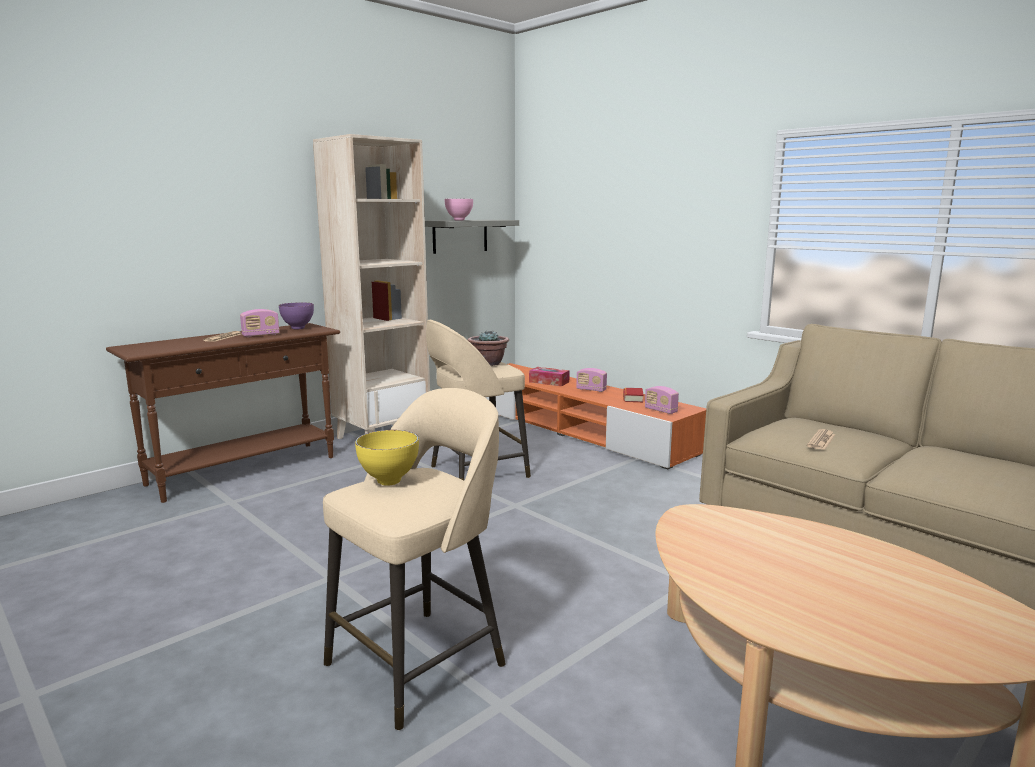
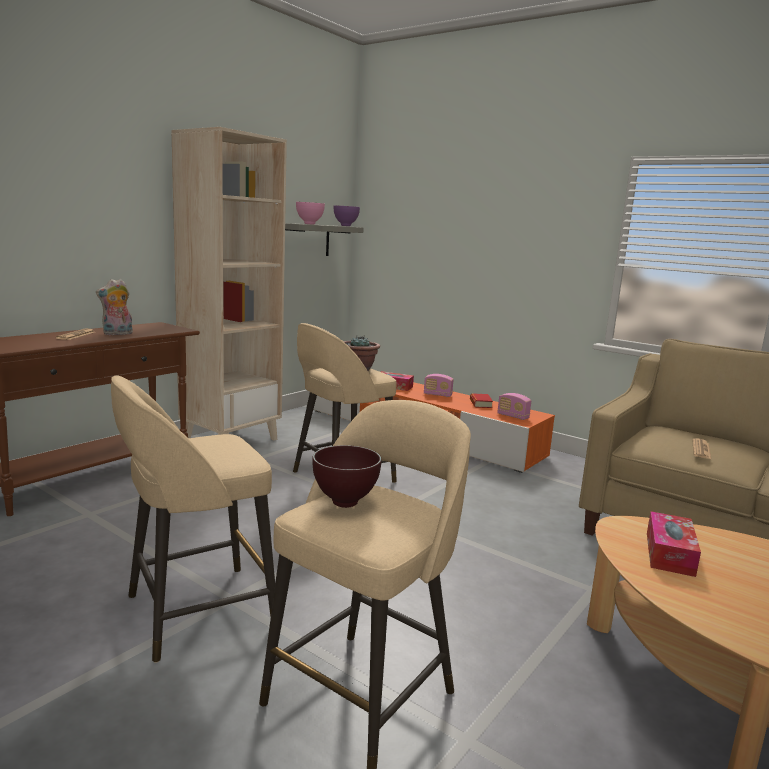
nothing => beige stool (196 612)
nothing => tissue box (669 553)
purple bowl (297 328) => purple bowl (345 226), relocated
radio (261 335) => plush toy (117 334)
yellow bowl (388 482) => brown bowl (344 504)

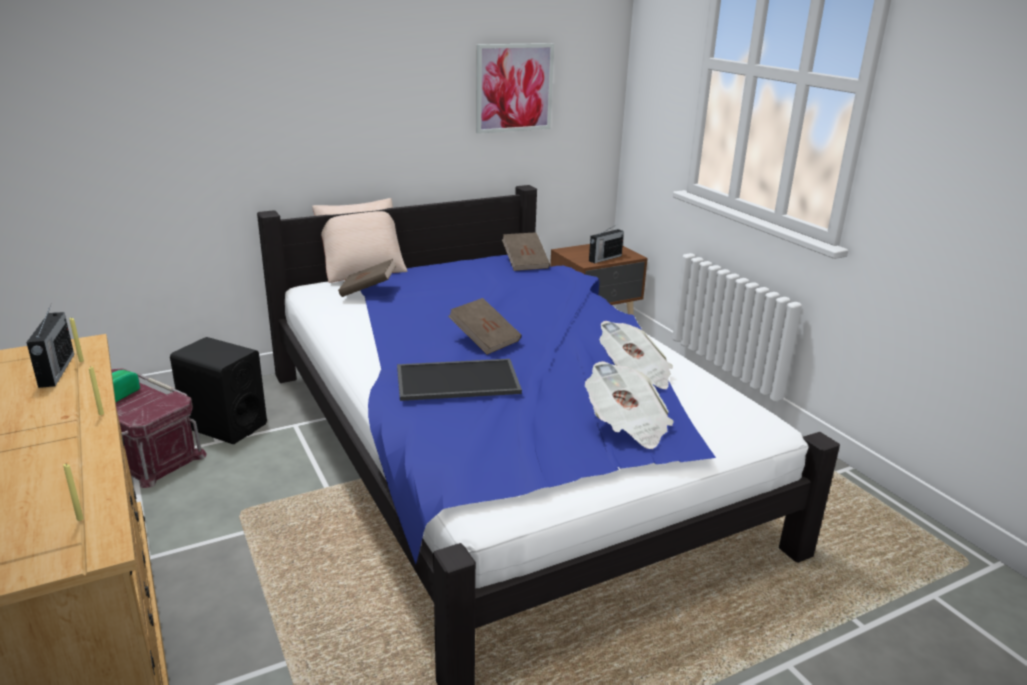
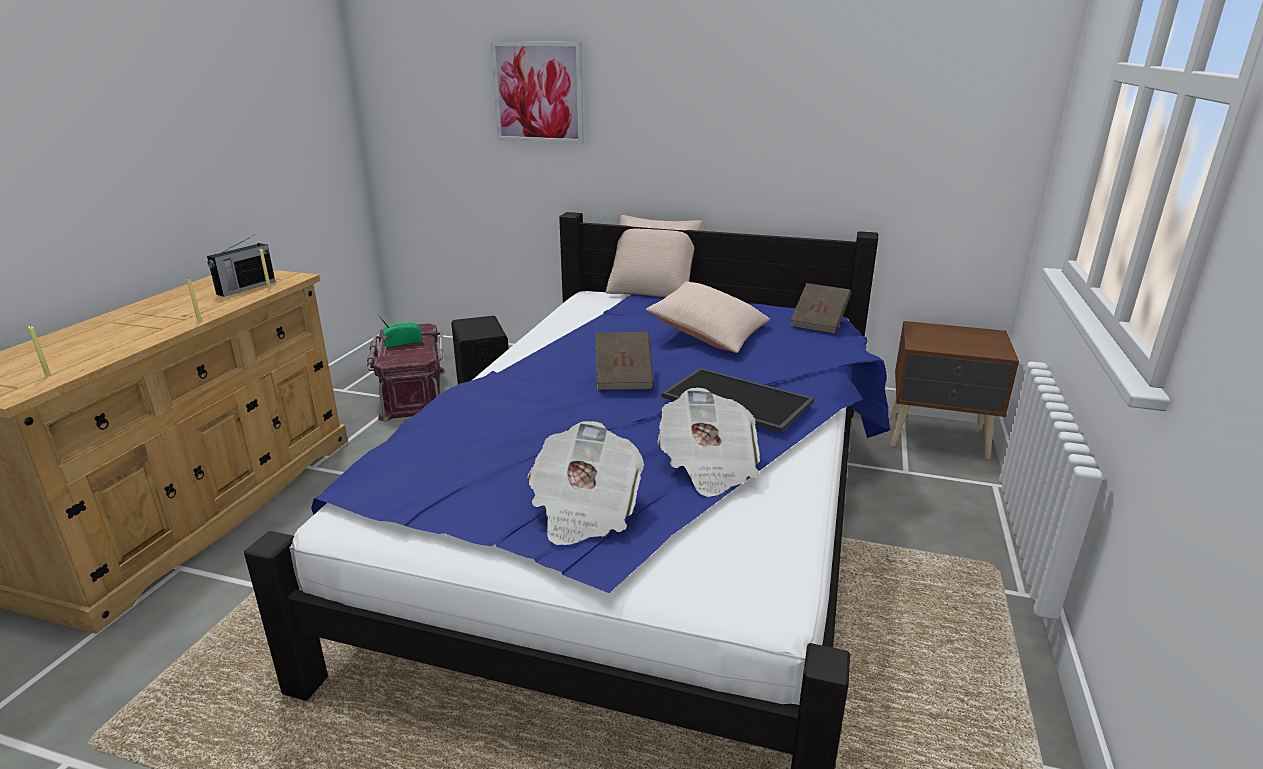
brown book (368 291) => nothing
radio (604 258) => nothing
nothing => beige pillow (709 334)
tray (456 381) => tray (734 400), relocated
picture (514 88) => picture (538 92), relocated

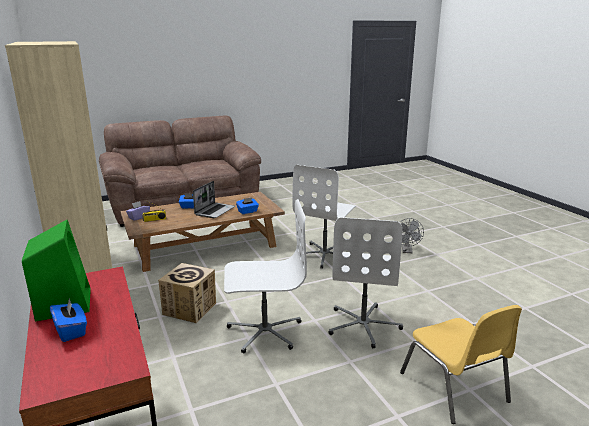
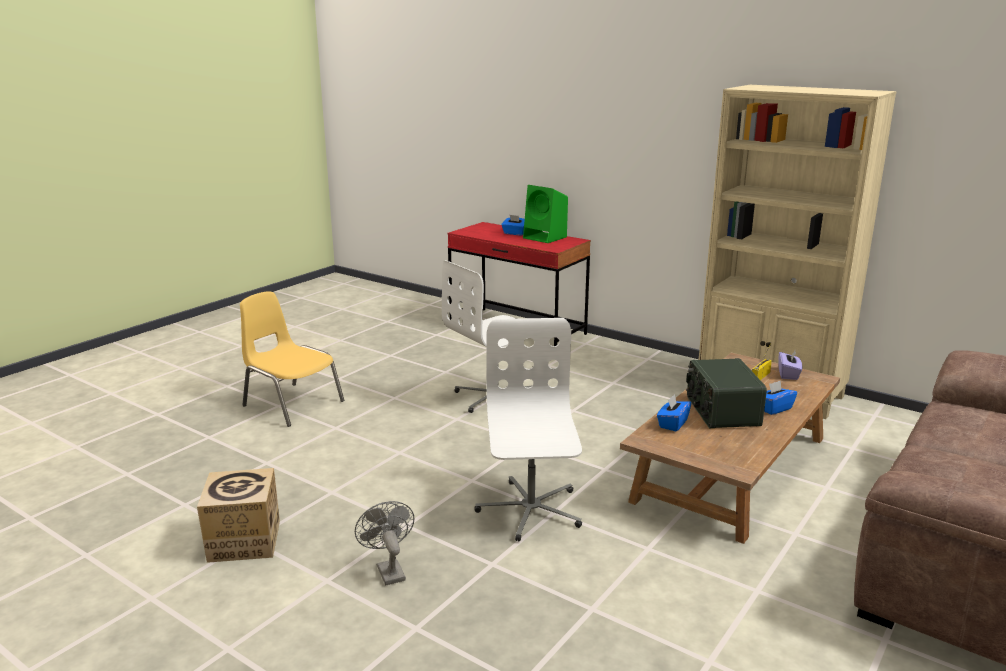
white office chair (363 325) => nothing
cardboard box (190 308) => cardboard box (244 541), relocated
laptop (215 211) => radio (721 411)

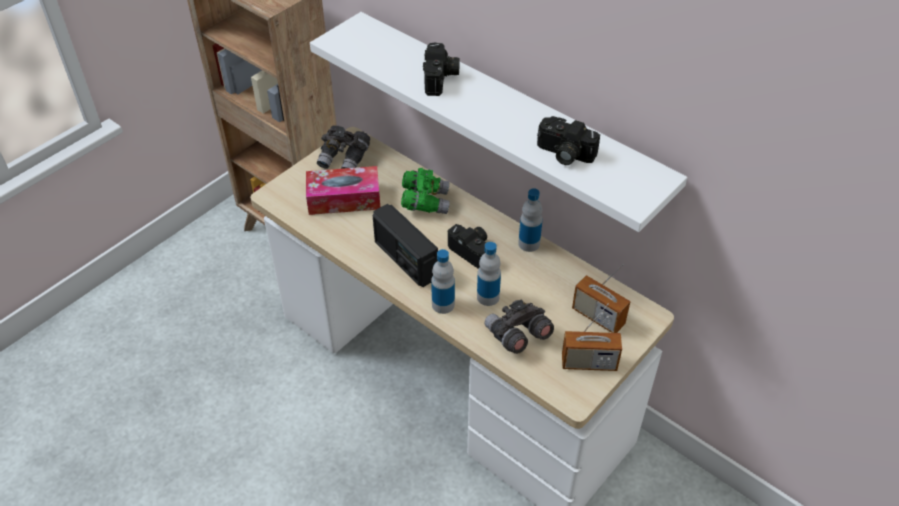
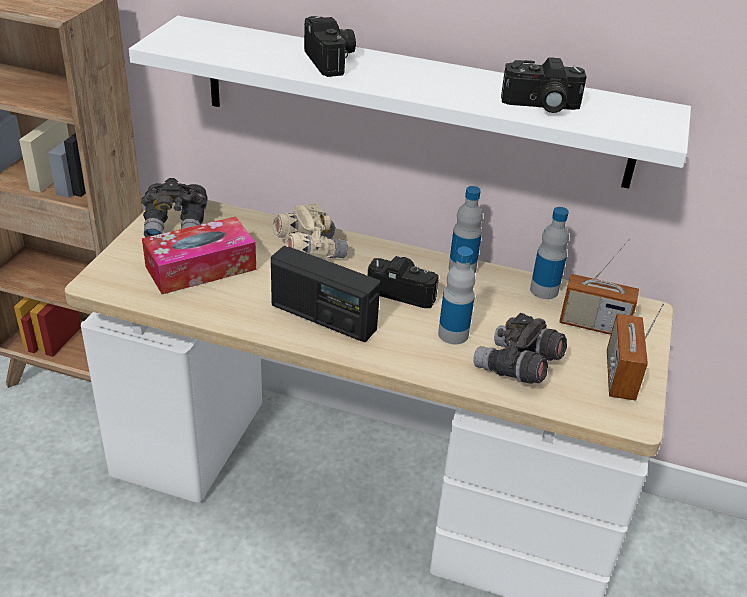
bottle (443 304) => bottle (544 290), relocated
green binoculars (425 202) => beige binoculars (308 251)
radio (589 363) => radio (620 376), 120 degrees clockwise

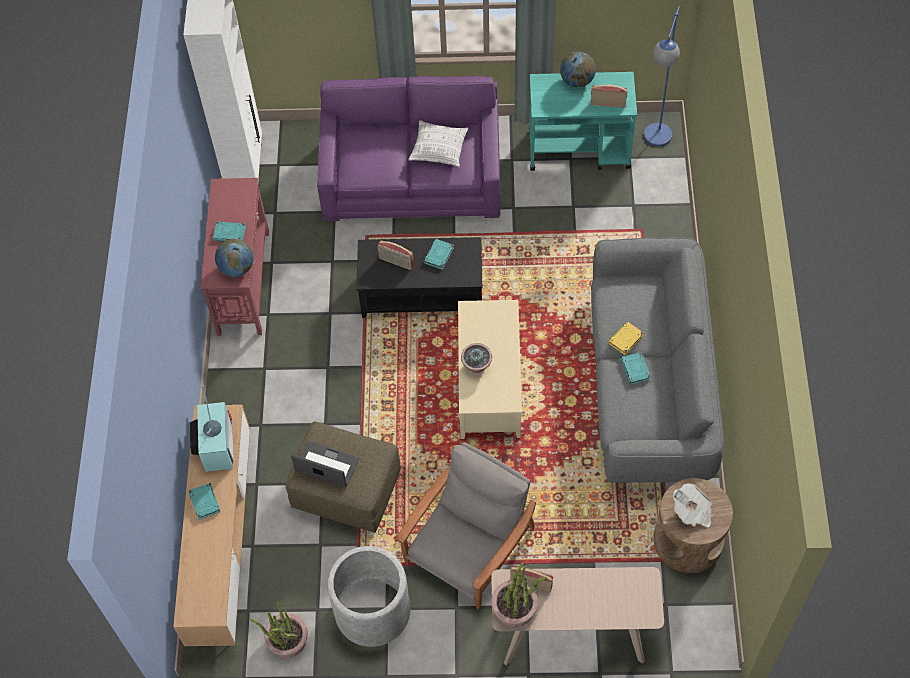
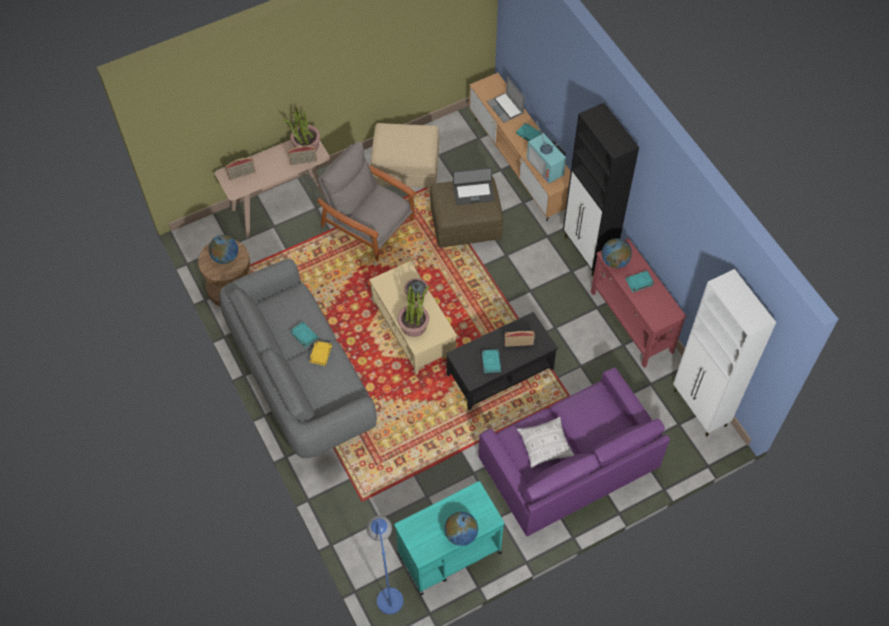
nothing => laptop (506 108)
nothing => black cabinet (588 253)
potted plant (287 641) => potted plant (414 325), relocated
radio (608 103) => radio (242 174), relocated
grey planter (372 611) => beige ottoman (406 167)
newspaper (692 511) => globe (225 257)
grey armchair (469 548) => grey armchair (368 224), 120 degrees clockwise

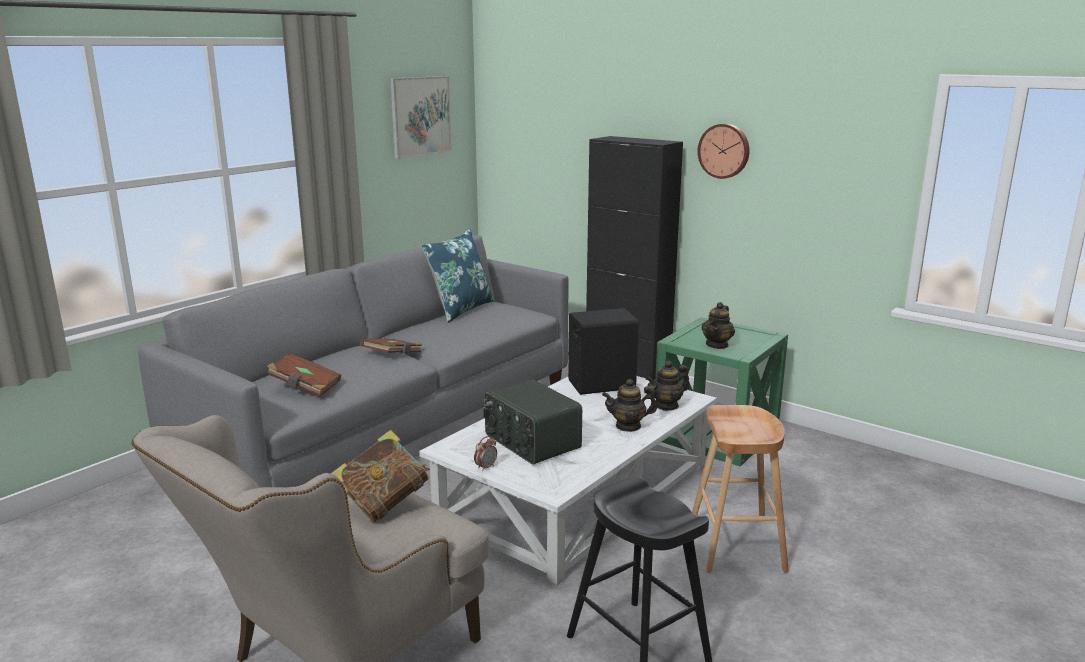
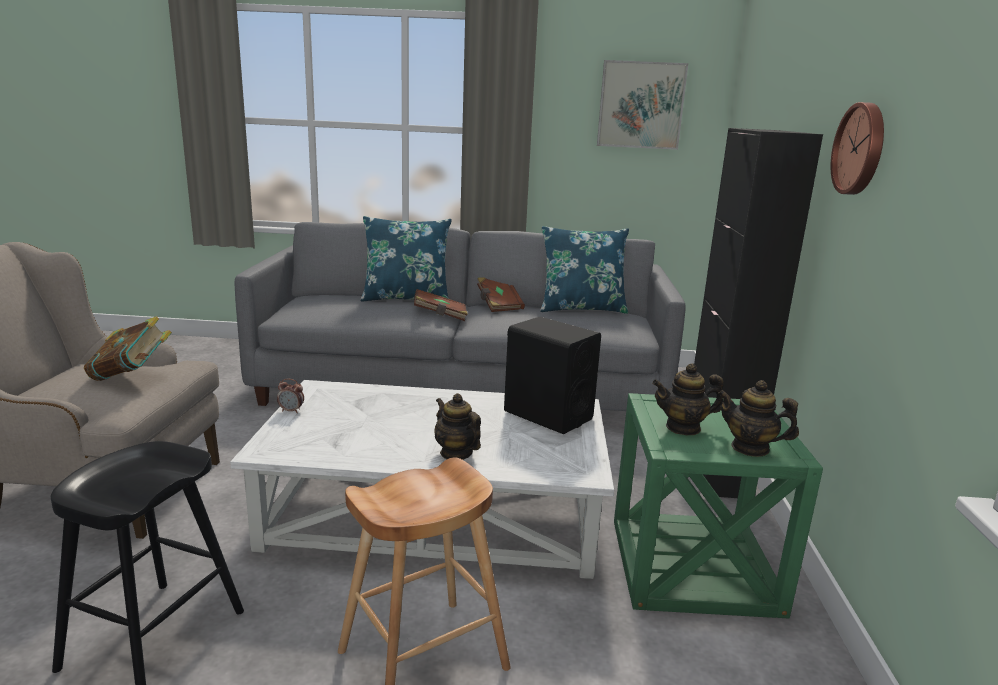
radio (531 442) => nothing
nothing => blue pillow (406 298)
brown book (305 387) => brown book (498 304), relocated
teapot (666 405) => teapot (750 448), relocated

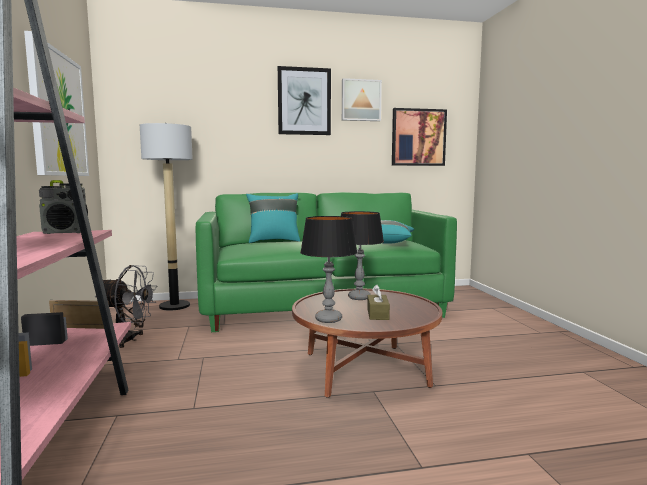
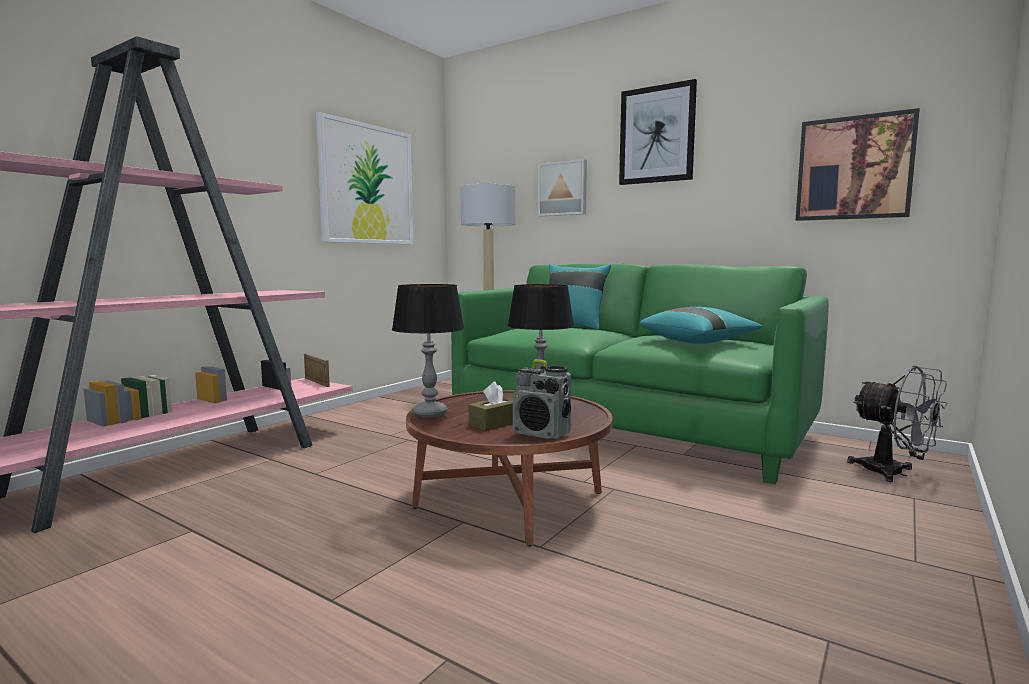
radio (66 233) => radio (542 433), relocated
grey fan (129 340) => grey fan (894 473), relocated
picture (360 100) => picture (563 189), relocated

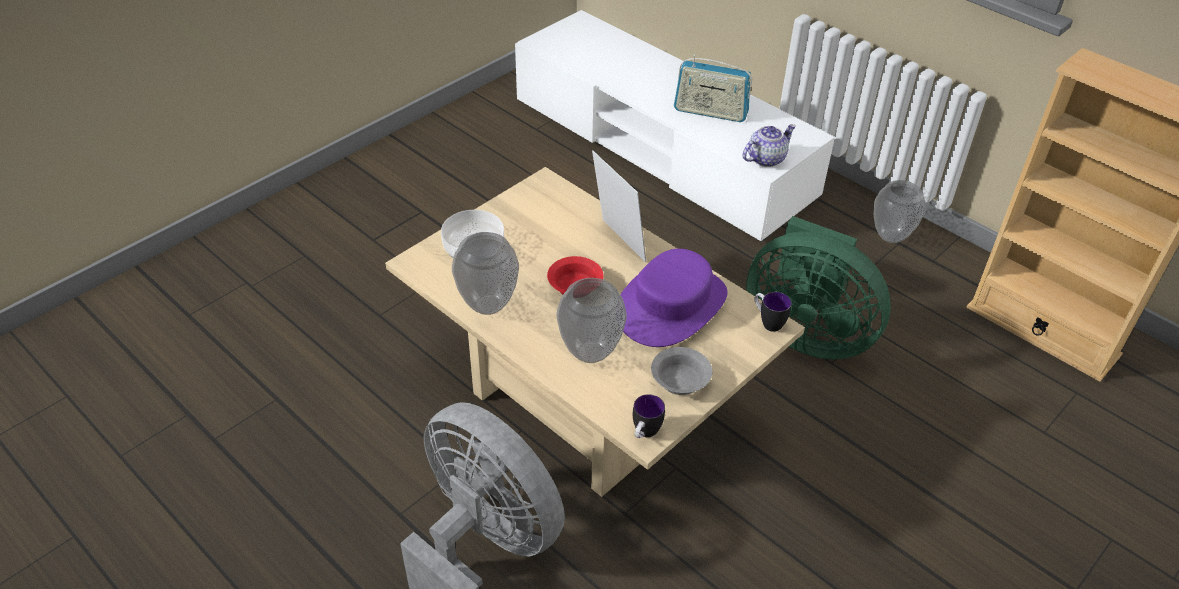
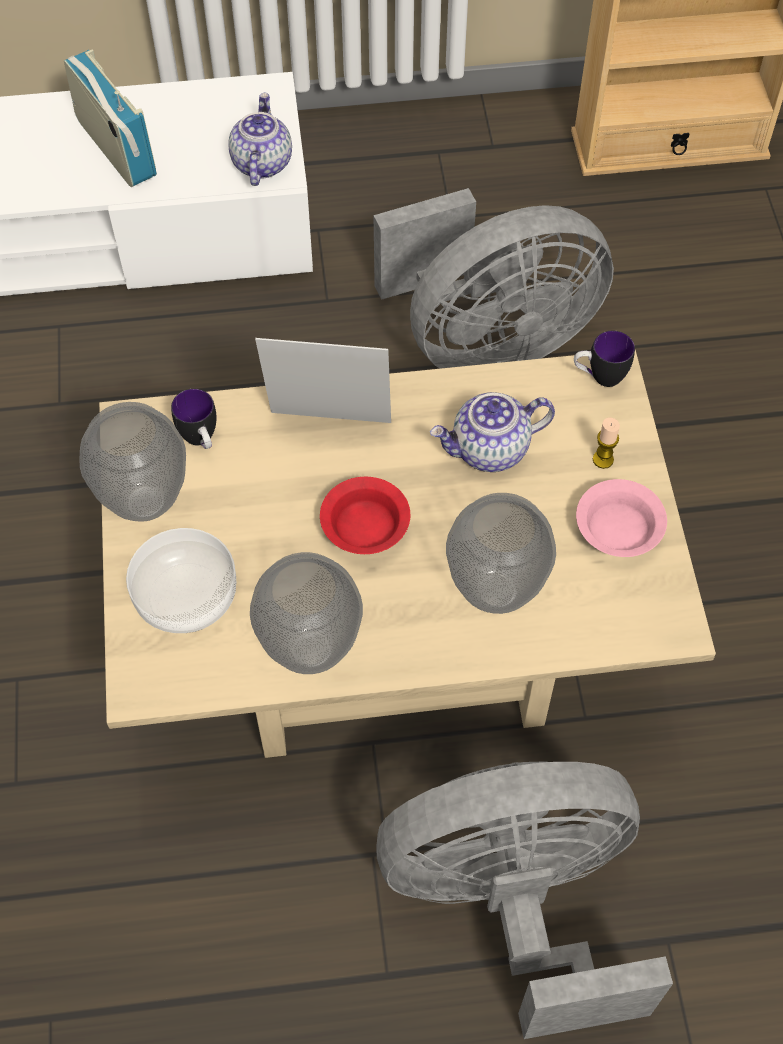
nothing => candle (603 459)
mug (644 434) => mug (201 441), relocated
vase (891 237) => vase (147 501), relocated
purple hat (671 305) => teapot (490 450)
grey bowl (681 381) => pink bowl (619 529)
green fan (806 333) => grey fan (487 342)
radio (710 112) => radio (116 148), 90 degrees counterclockwise

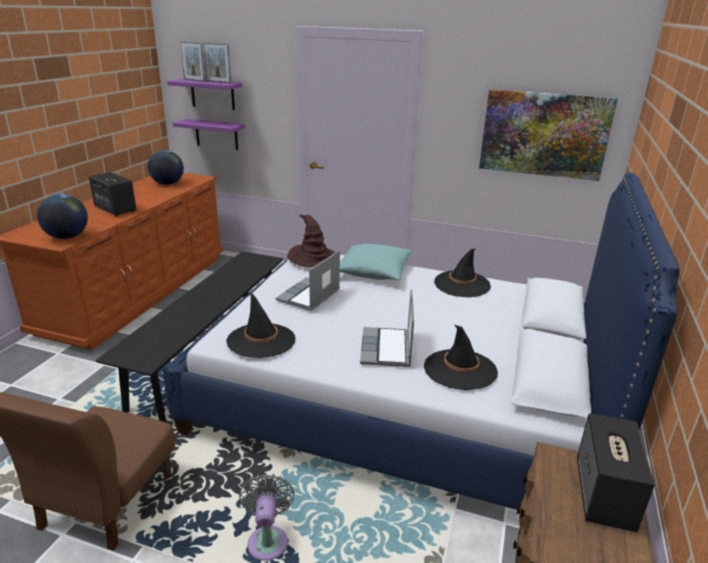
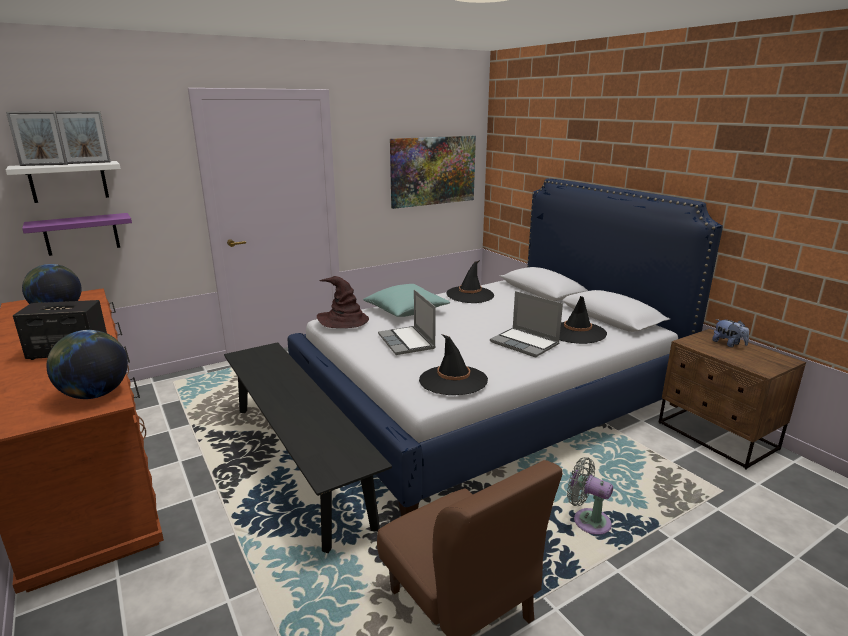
speaker (604 495) => plush toy (728 344)
purple shelf (212 94) => white shelf (68 181)

